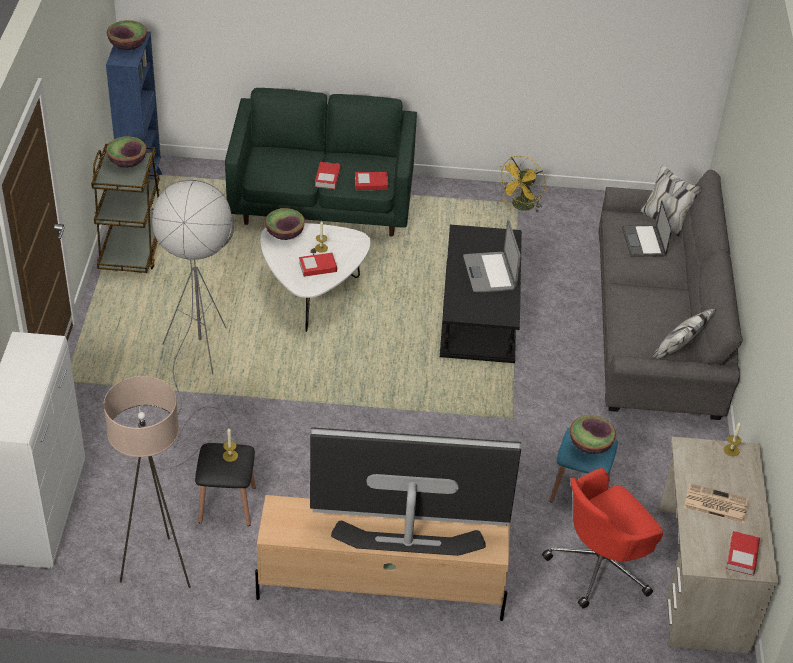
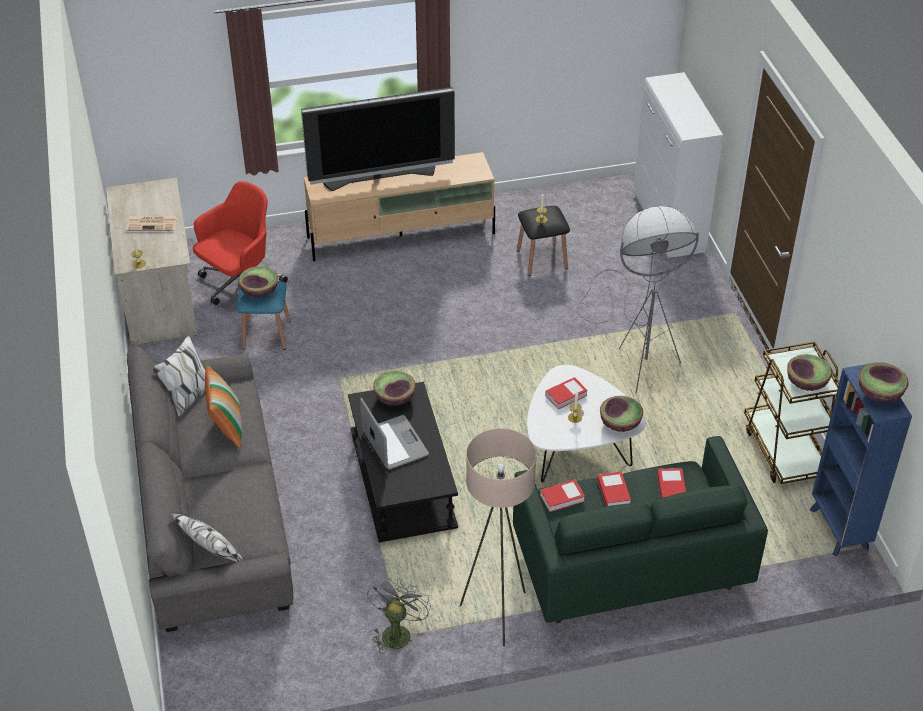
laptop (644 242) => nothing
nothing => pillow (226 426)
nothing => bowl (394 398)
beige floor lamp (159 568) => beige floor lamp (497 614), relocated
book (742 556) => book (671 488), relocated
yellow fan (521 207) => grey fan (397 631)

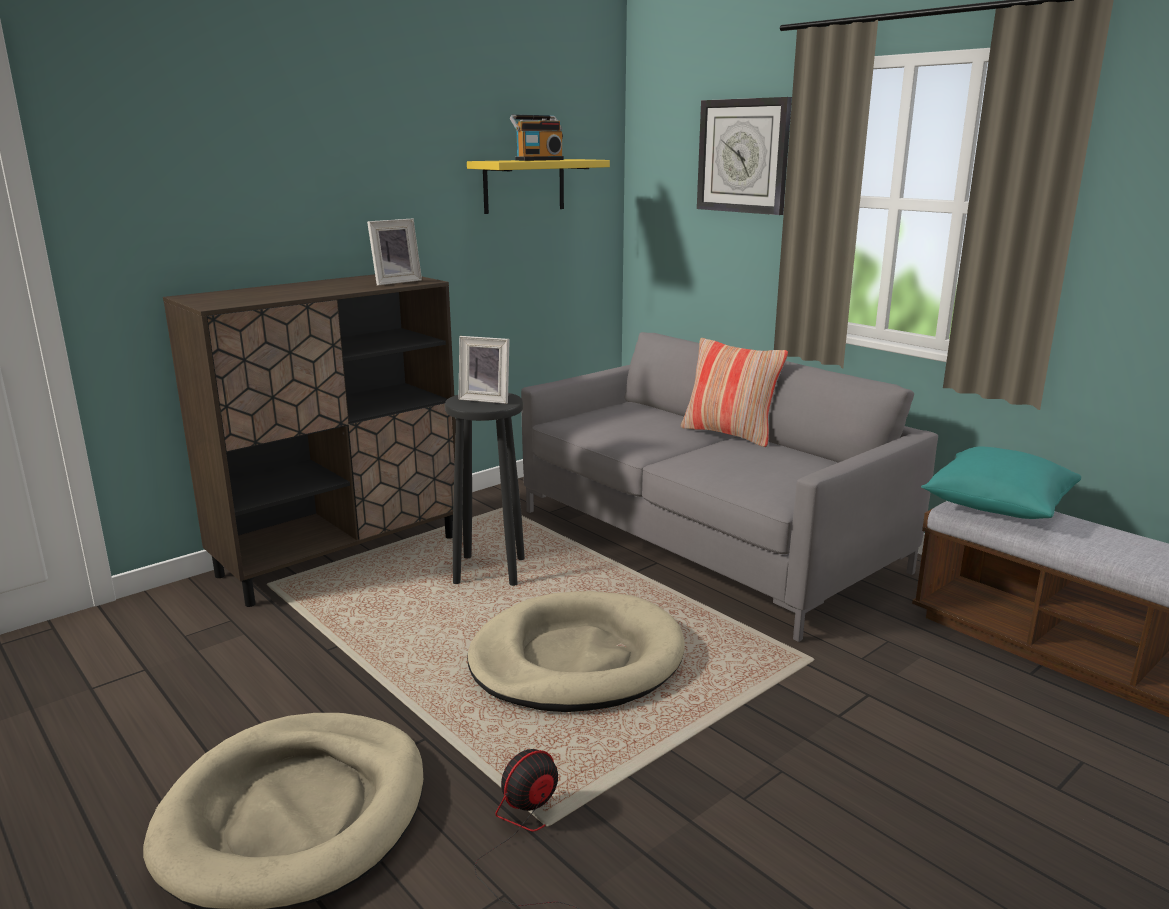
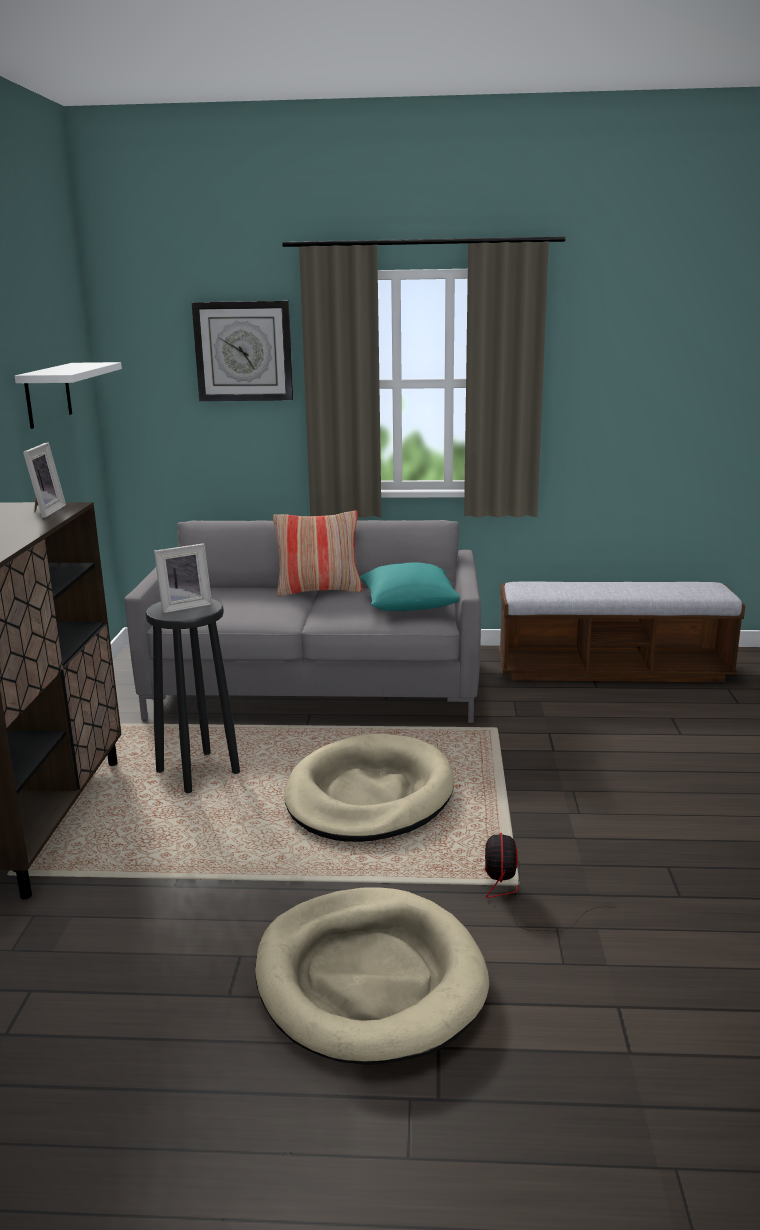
radio (538 160) => nothing
turquoise pillow (996 506) => turquoise pillow (409 606), relocated
yellow shelf (524 185) => white shelf (48 395)

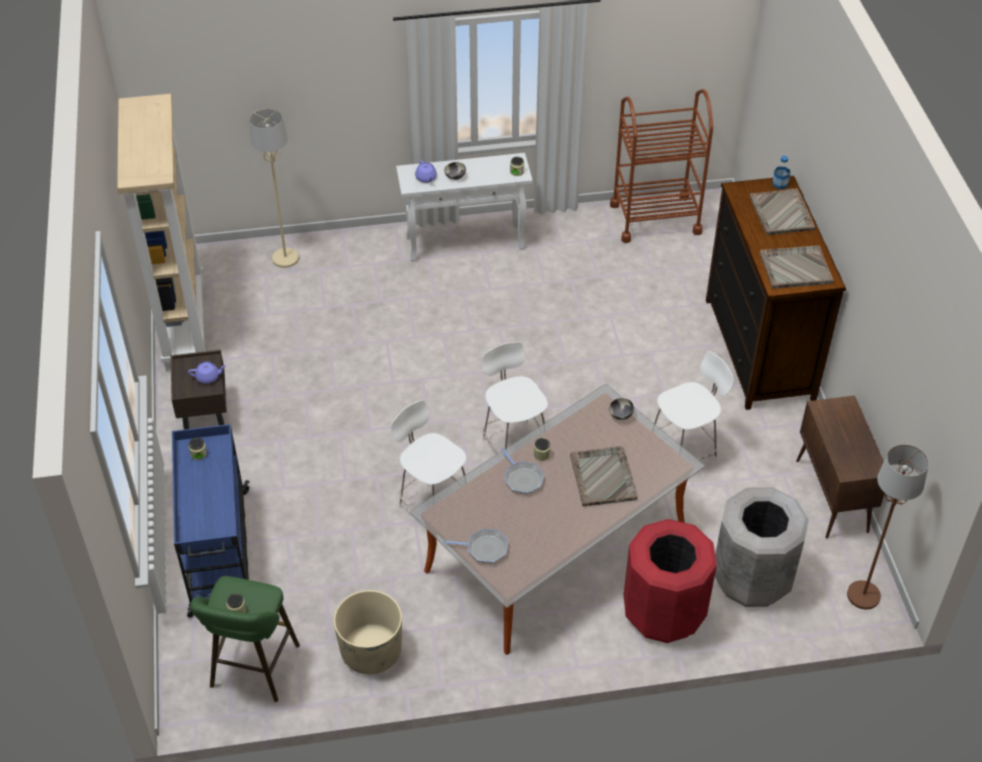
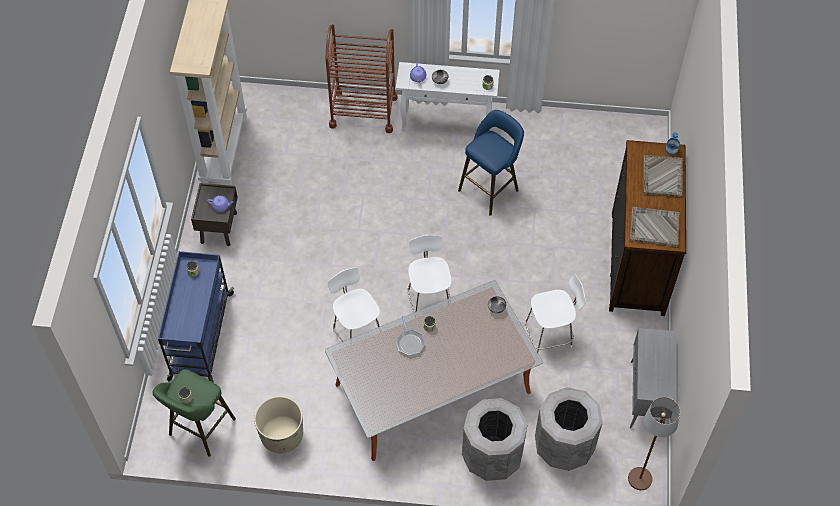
beige floor lamp (285 258) => nothing
frying pan (484 548) => nothing
grey tray (603 476) => nothing
nothing => blue stool (490 188)
brown cart (655 218) => brown cart (363 111), relocated
red trash can (664 613) => grey trash can (492 457)
brown cabinet (832 497) => grey cabinet (646 396)

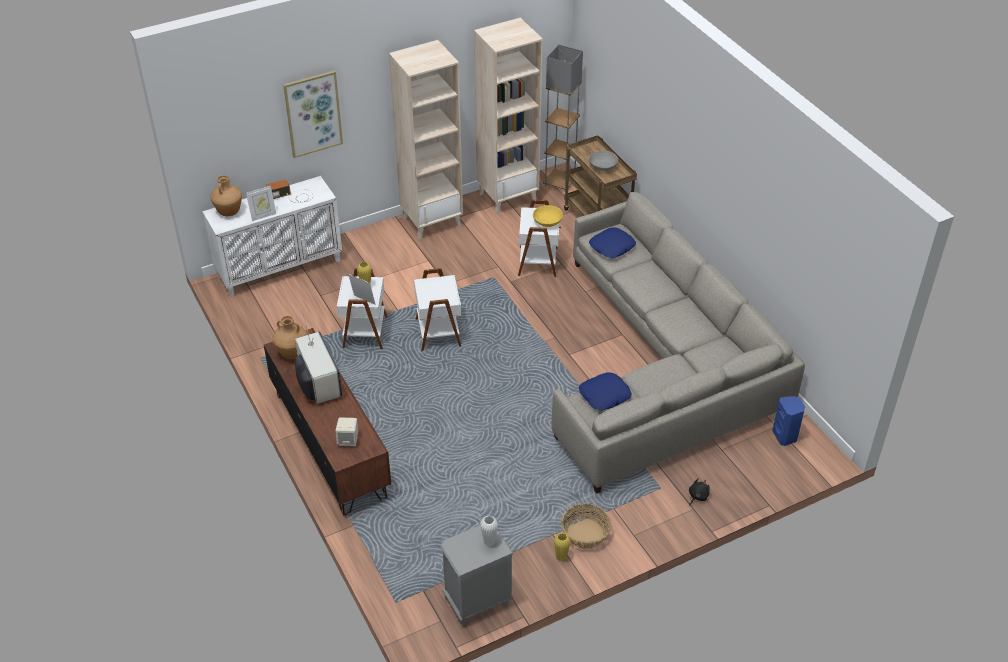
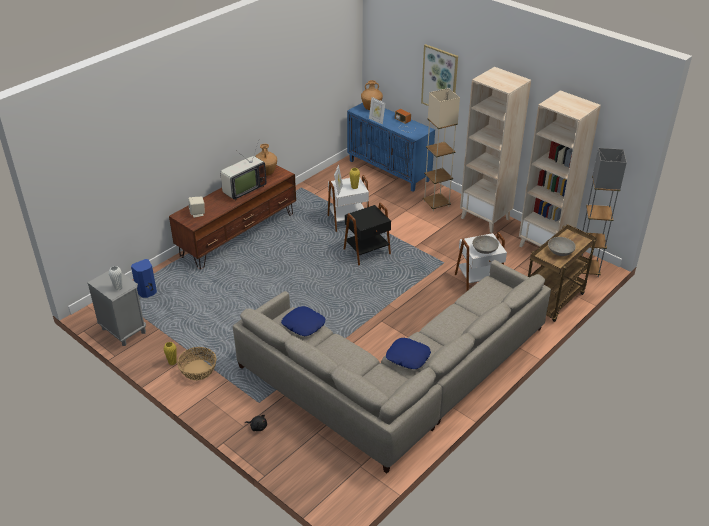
nothing => beige floor lamp (436 204)
blue pillow (612 247) => blue pillow (407 357), relocated
blue speaker (785 436) => blue speaker (147 292), relocated
white cabinet (280 267) => blue cabinet (389 171)
white side table (439 332) => black side table (367 252)
yellow bowl (547 222) => grey bowl (484 249)

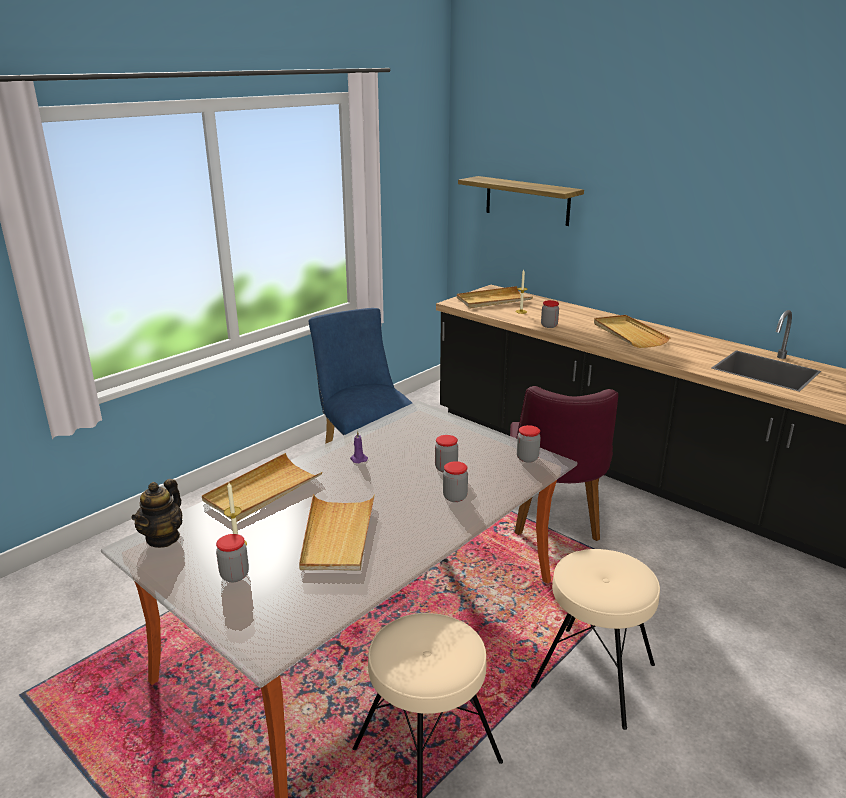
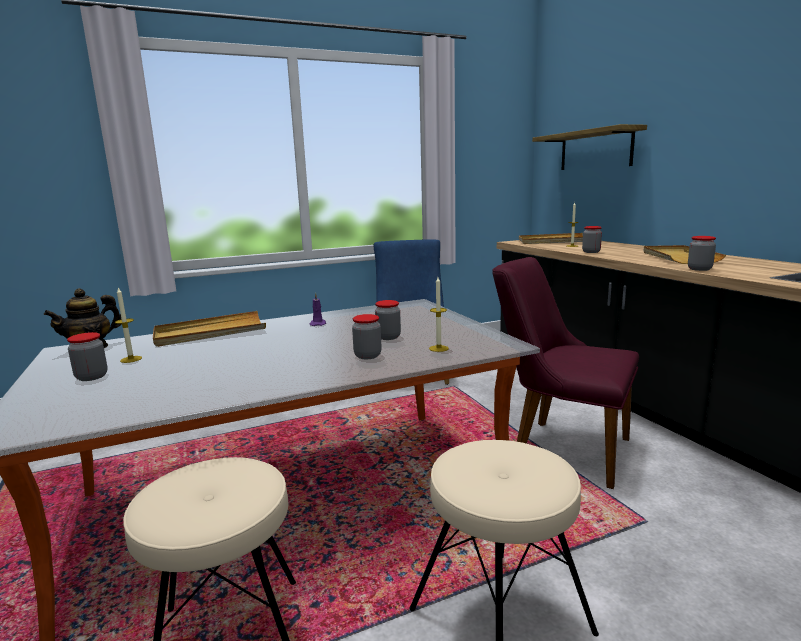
beige tray (337 536) => nothing
nothing => candle (438 348)
jar (527 458) => jar (699 269), relocated
purple chair (554 520) => purple chair (560 447), 90 degrees clockwise

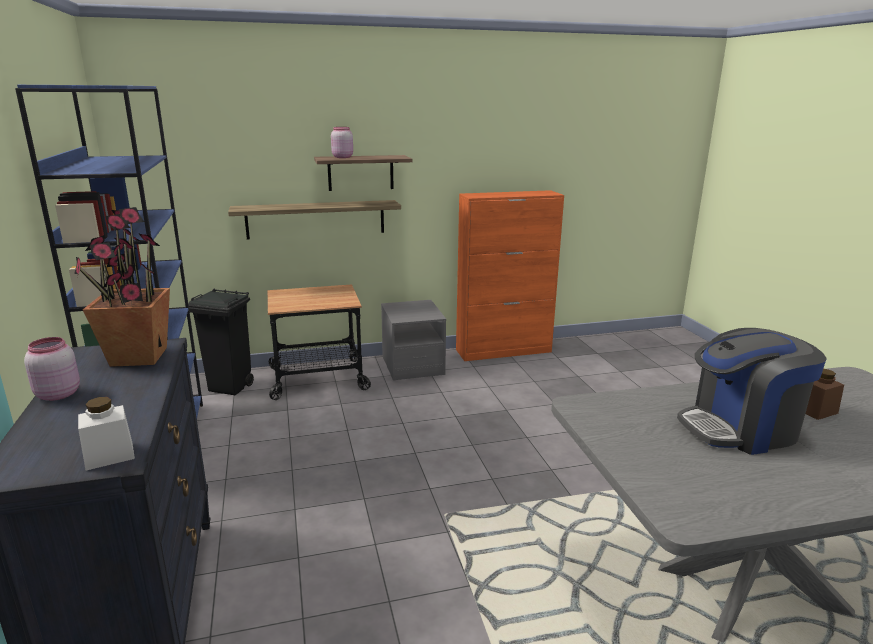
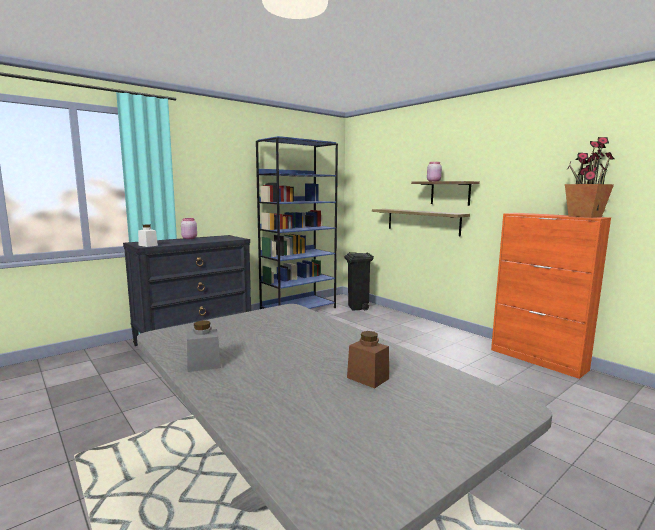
cart (318 378) => nothing
grey nightstand (412 366) => nothing
coffee machine (740 429) => nothing
nothing => grey jar (204 364)
potted plant (138 357) => potted plant (584 216), relocated

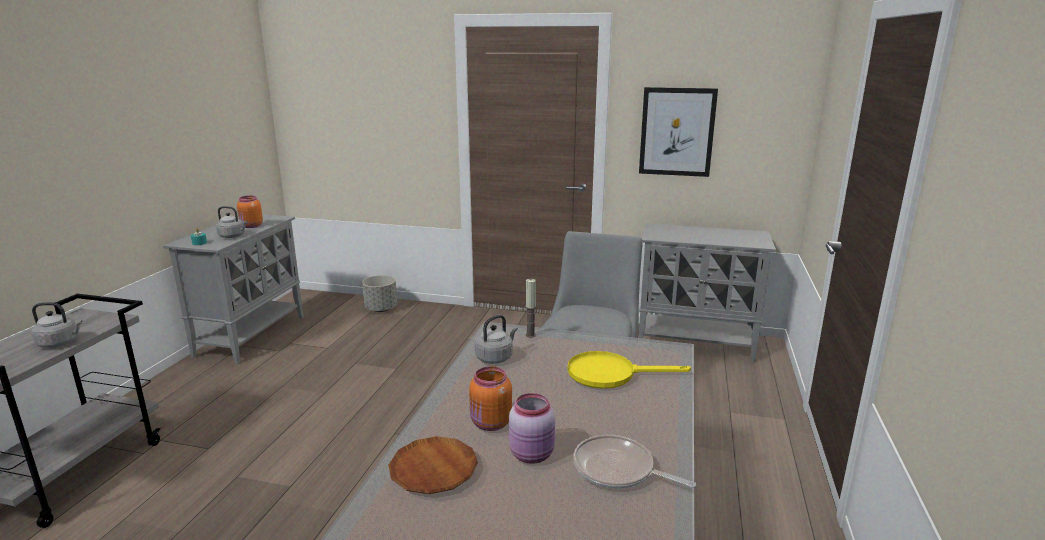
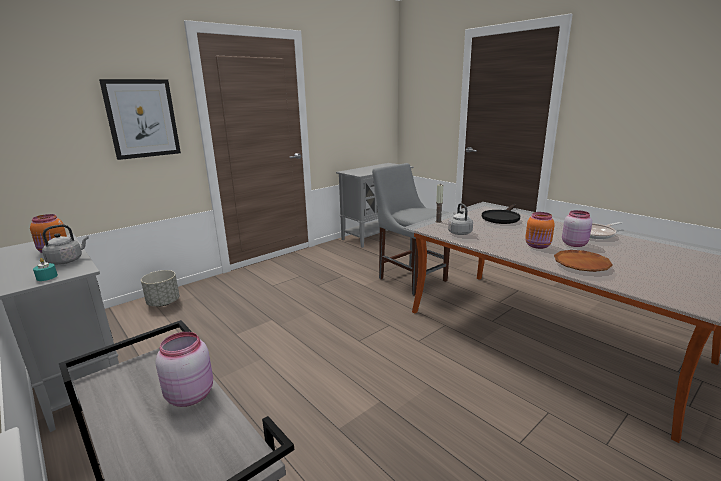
picture (677 132) => picture (142 118), relocated
grey kettle (60 343) => pink jar (190 394)
yellow frying pan (610 374) => black frying pan (501 217)

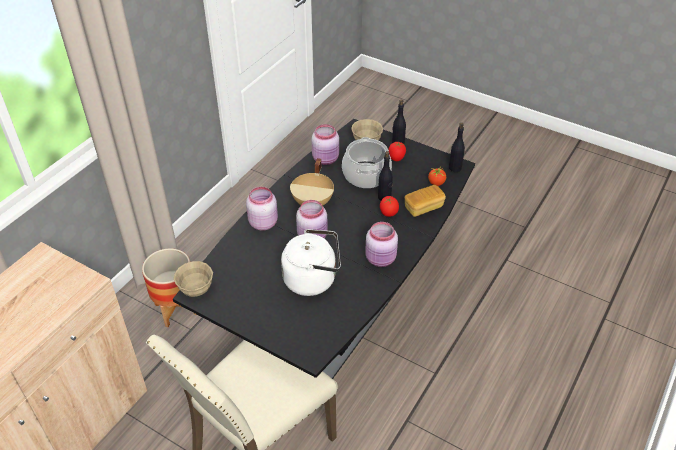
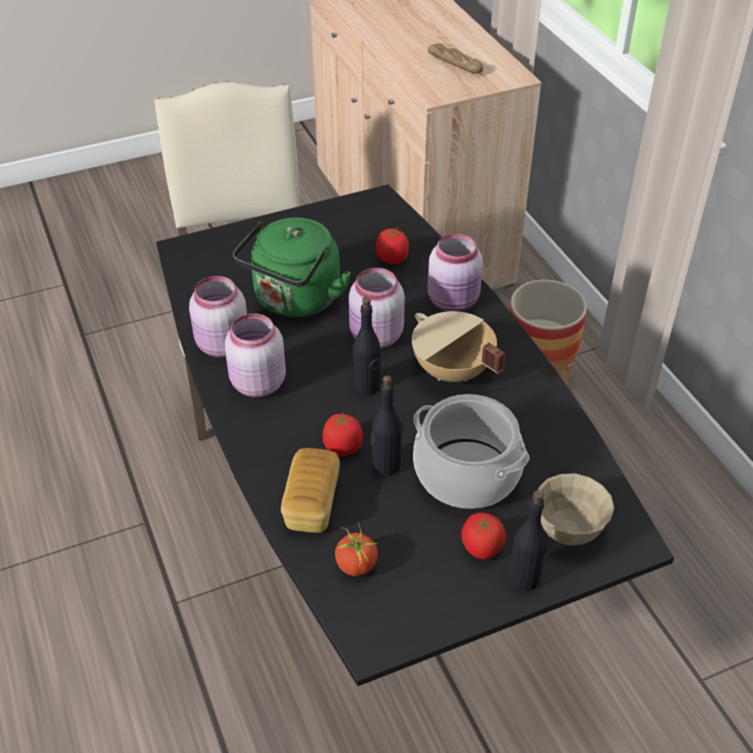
beige bowl (196 289) => nothing
nothing => tomato (392 259)
nothing => bread (454 64)
pink jar (326 159) => pink jar (221 345), relocated
black bottle (455 168) => black bottle (367 386), relocated
white kettle (313 279) => green kettle (295 301)

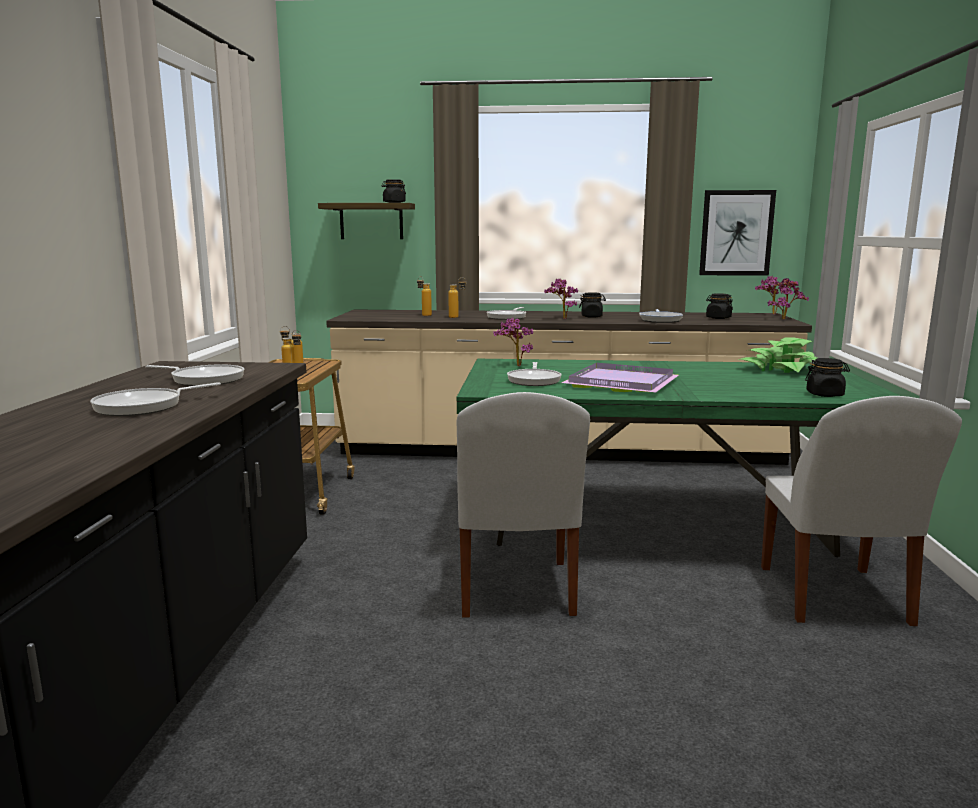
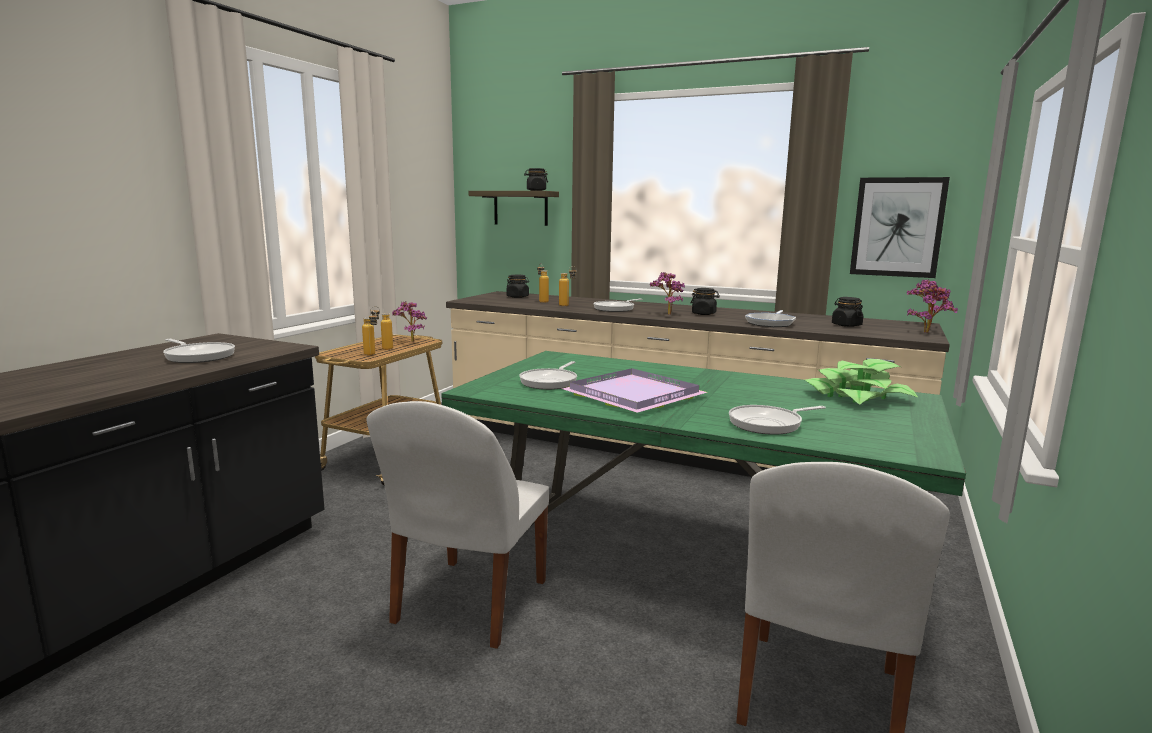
frying pan (144 406) => frying pan (769 424), relocated
potted plant (515 365) => potted plant (410 341), relocated
black jar (825 394) => black jar (518 297), relocated

